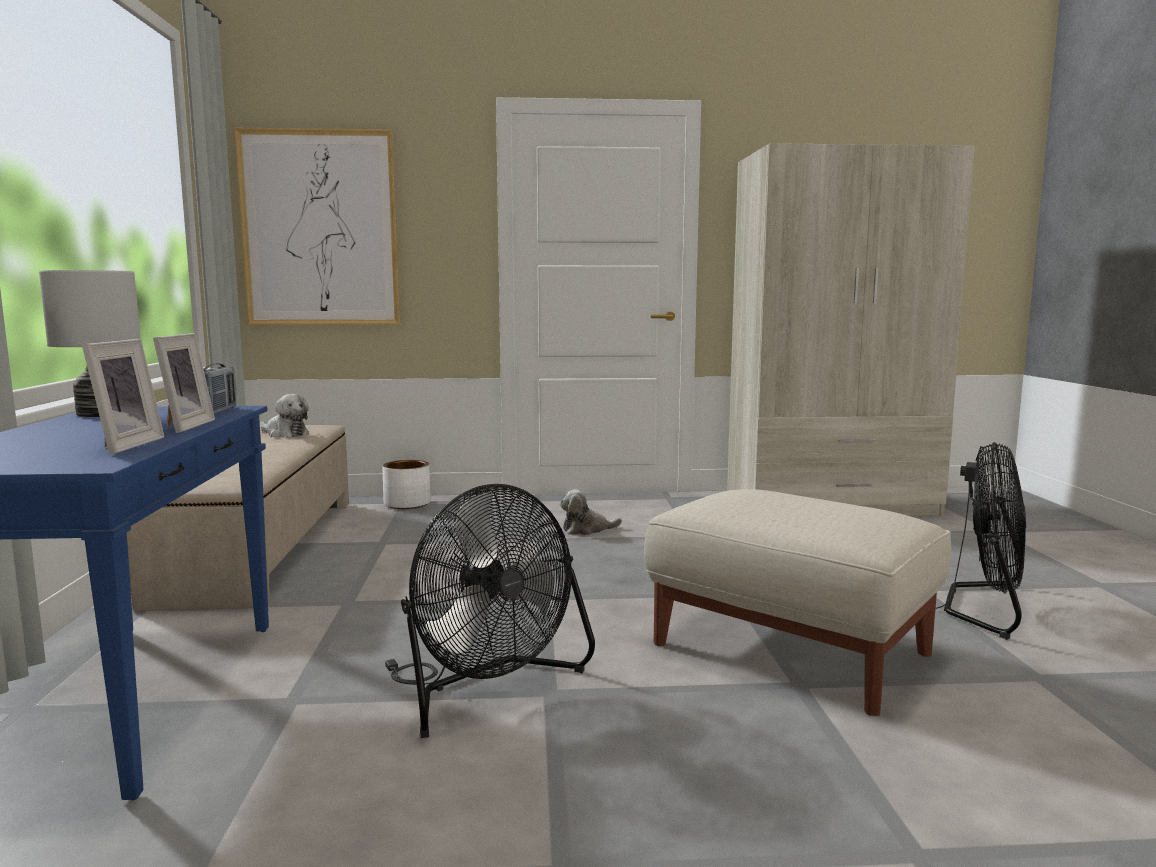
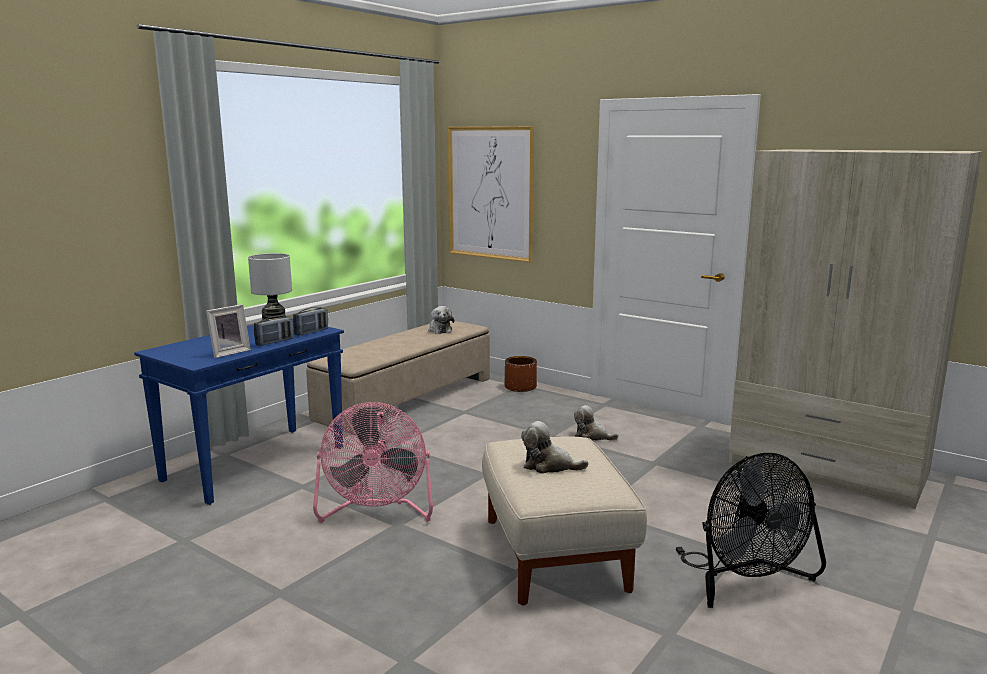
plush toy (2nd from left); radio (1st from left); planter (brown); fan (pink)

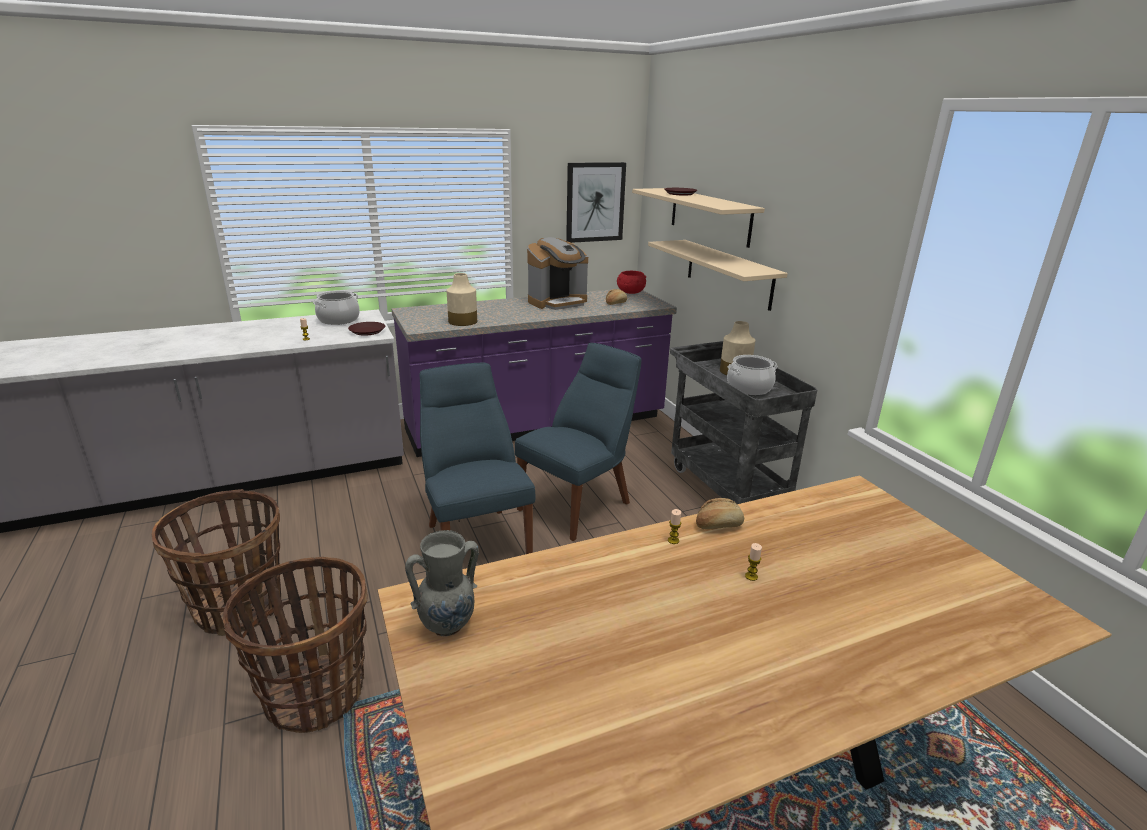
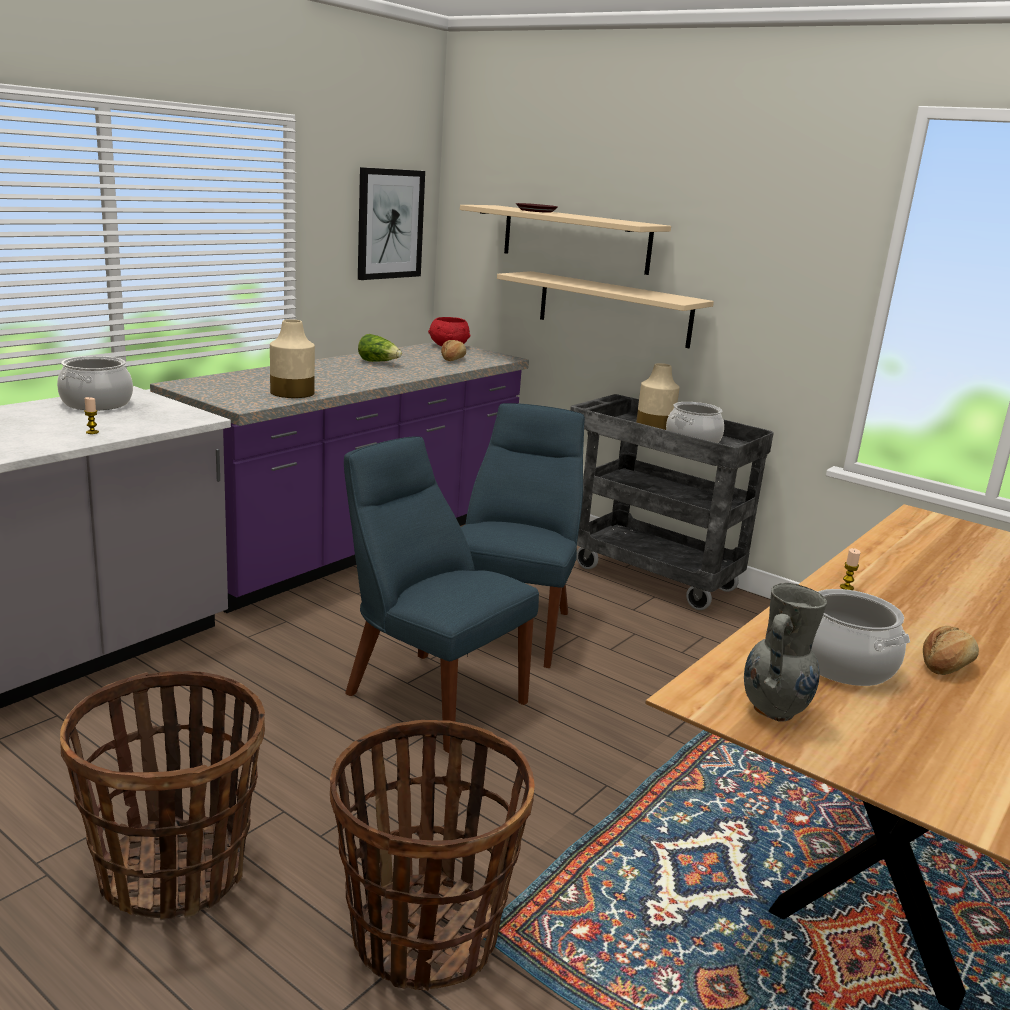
plate (brown) (1st from left in the first image); candle (3rd from left in the first image); cooking pot (3rd from left); bread (2nd from left); lettuce

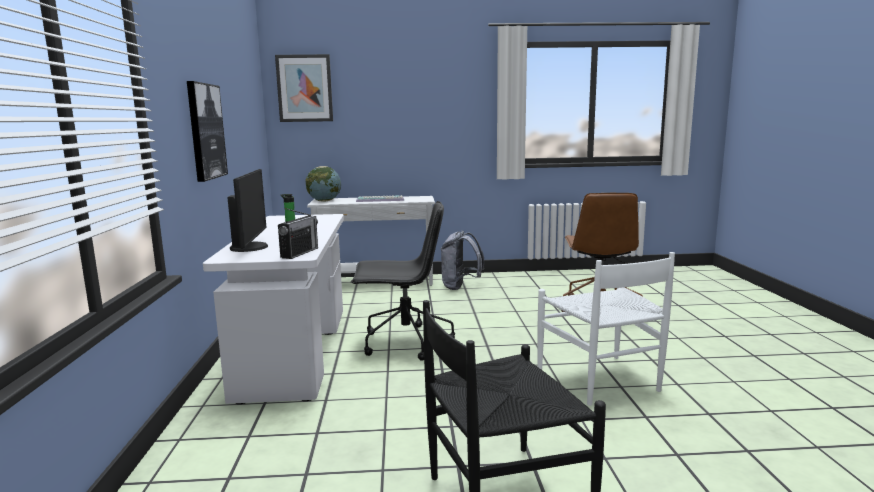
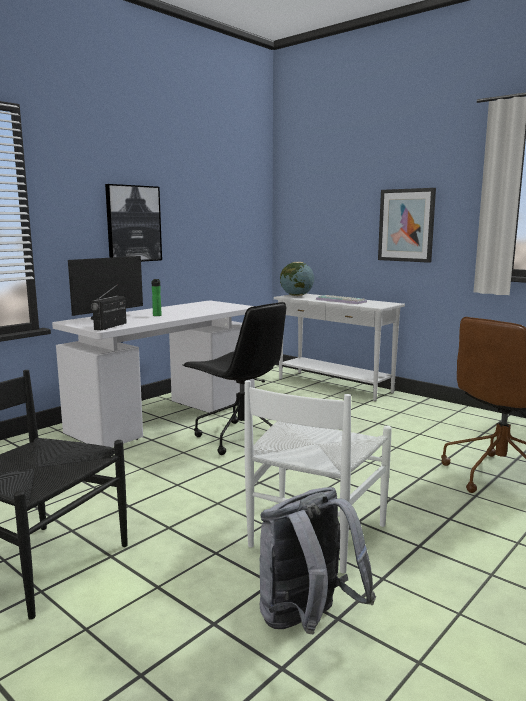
picture (2nd from left); backpack (grey); radio

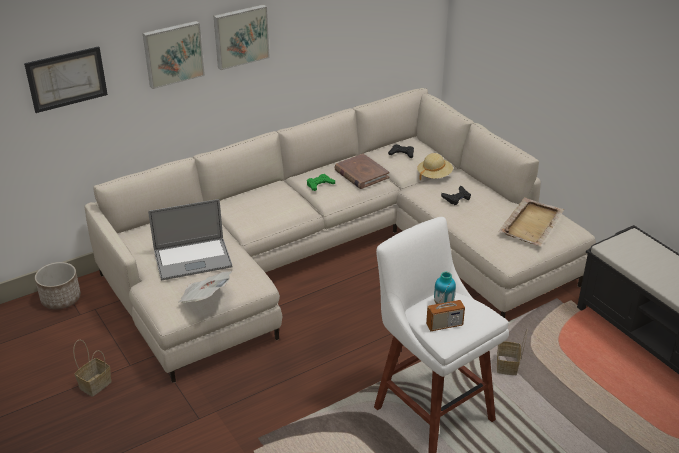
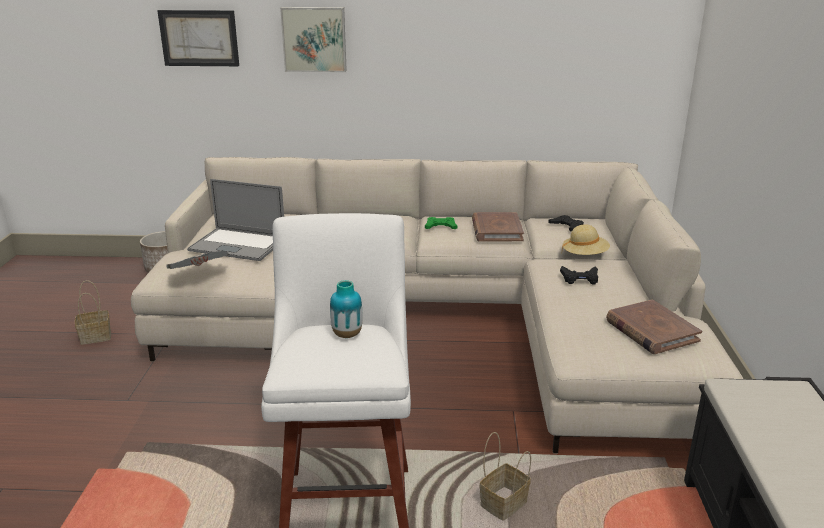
picture (3rd from left in the first image); radio; book (brown) (2nd from left)

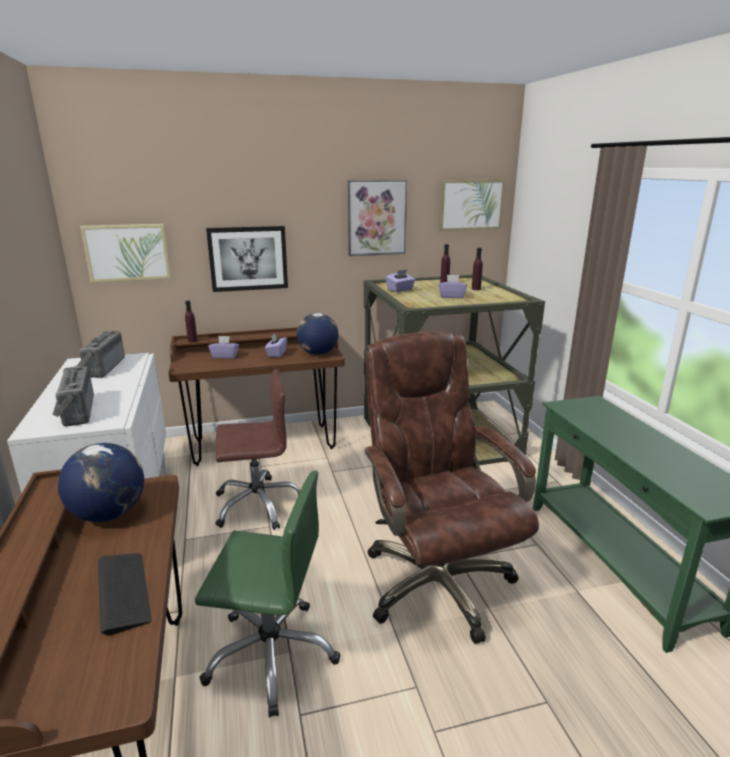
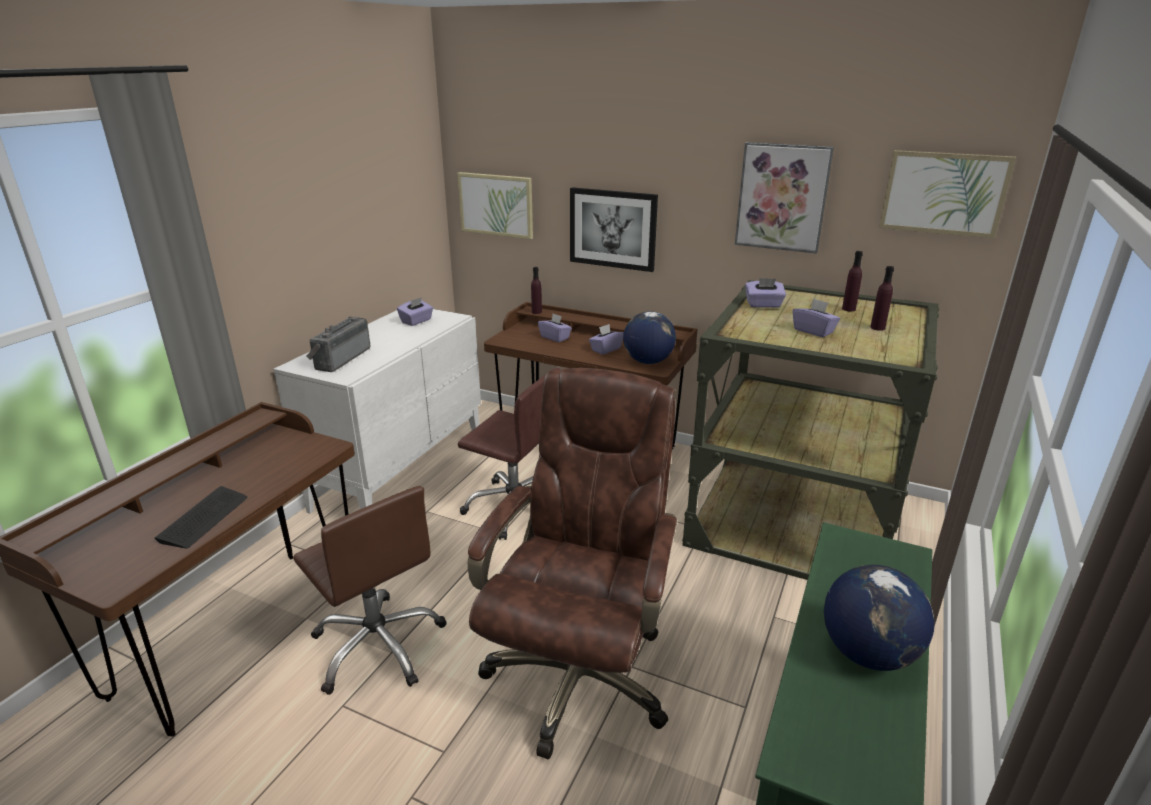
globe (2nd from left); tissue box (purple) (1st from left); office chair (brown) (1st from left)

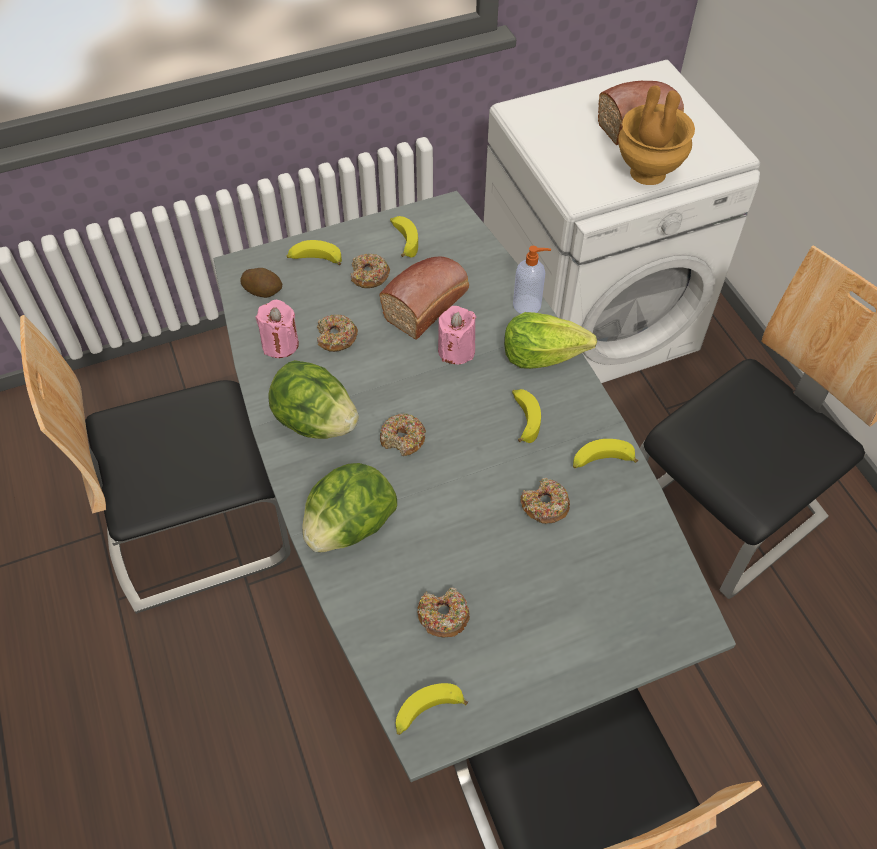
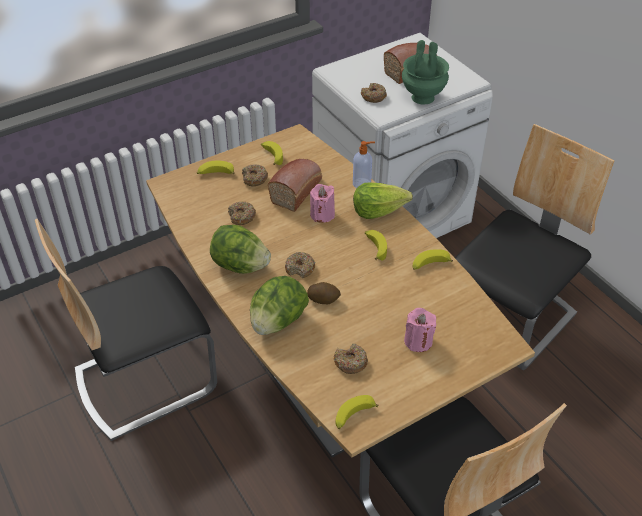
potato; candle (pink) (2nd from left); donut (5th from left); dining table (brown); vase (green)

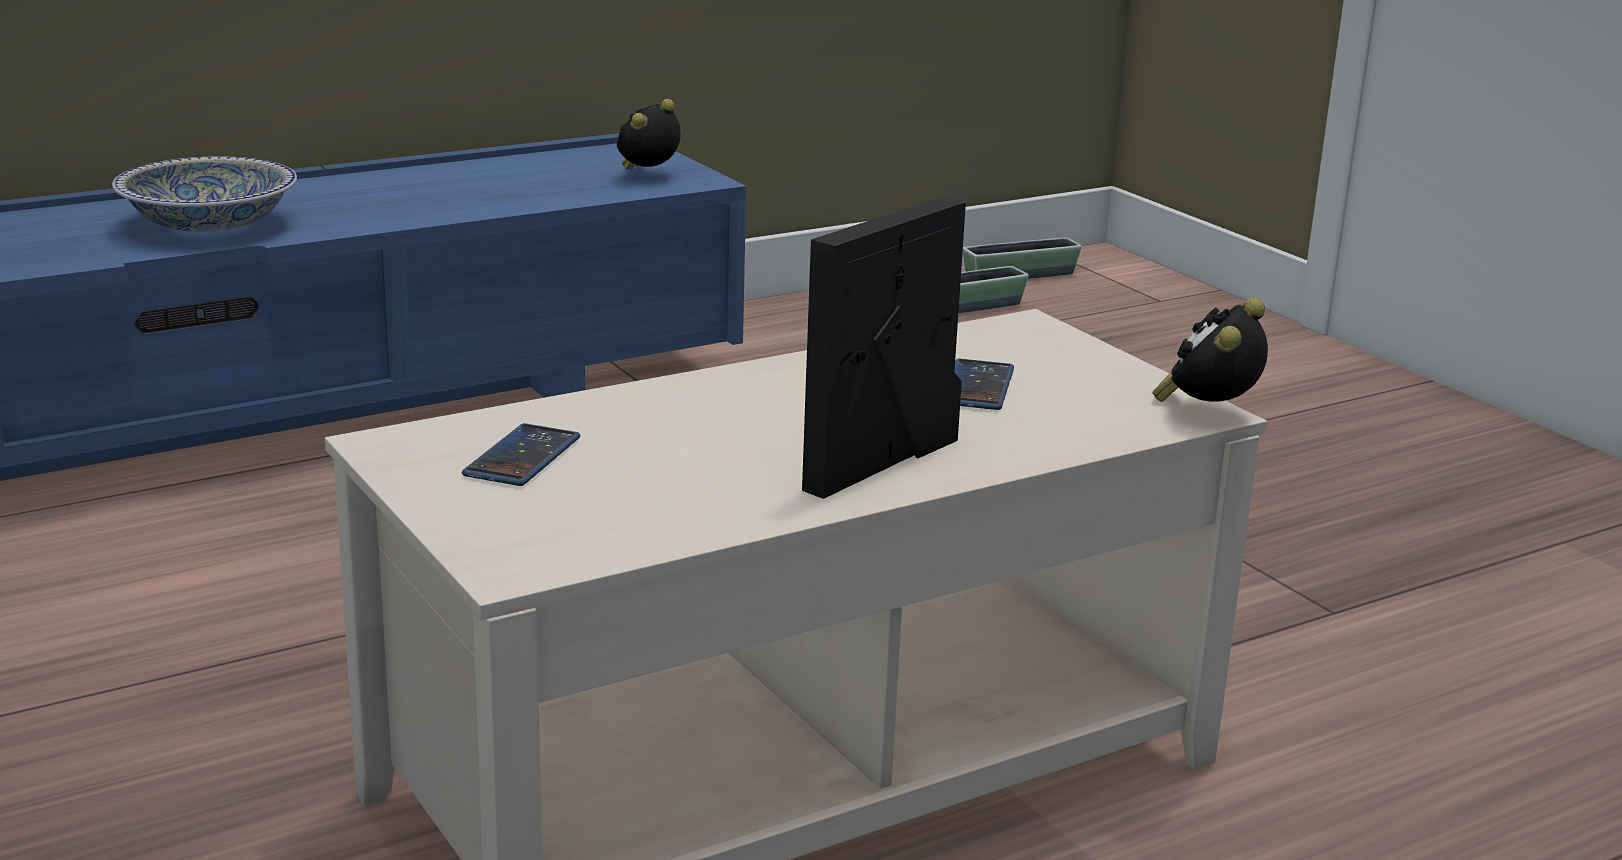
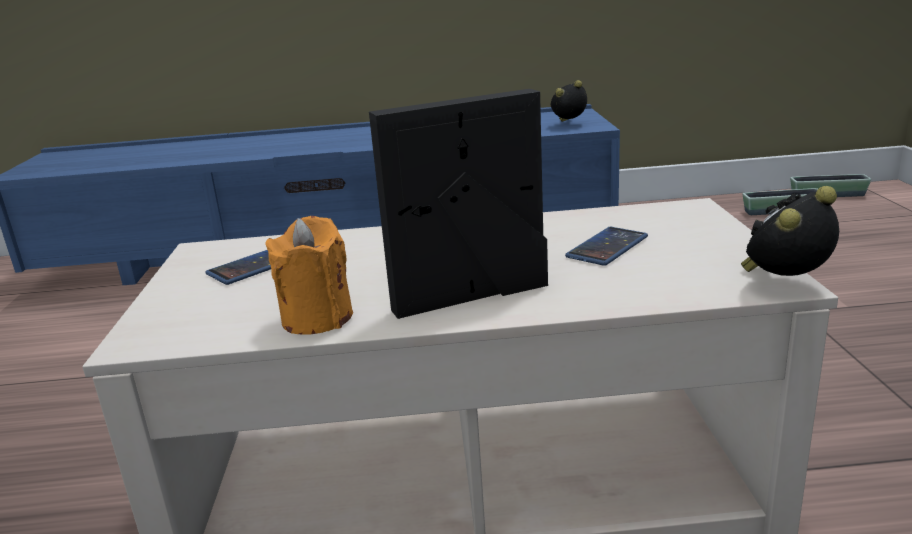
bowl; candle (orange)

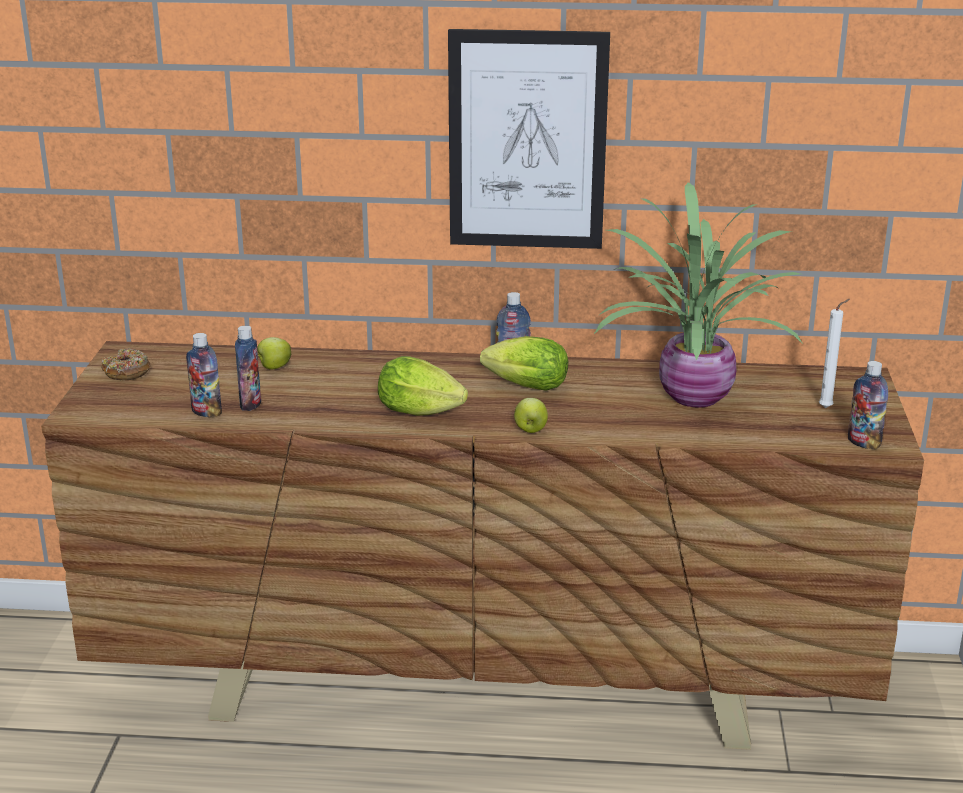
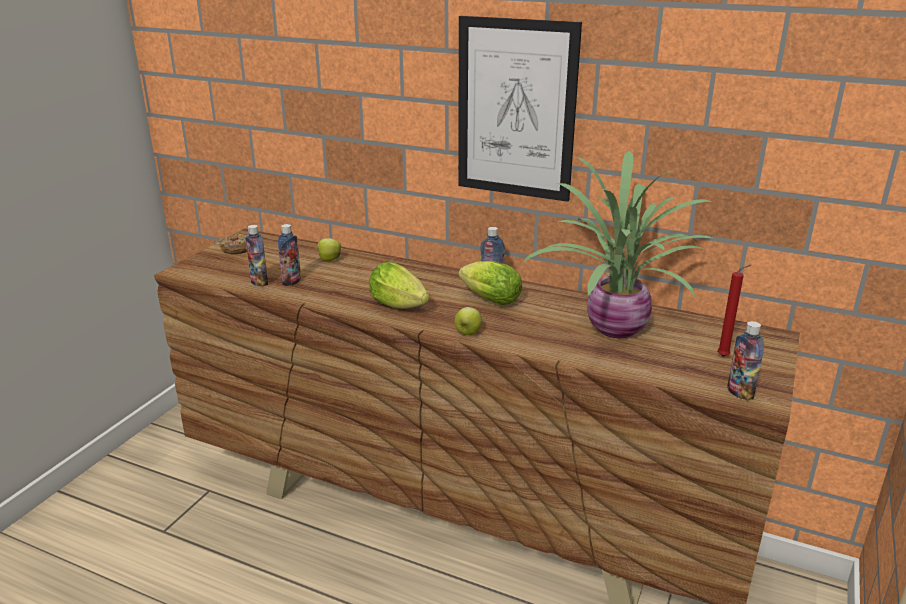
candle (red)

